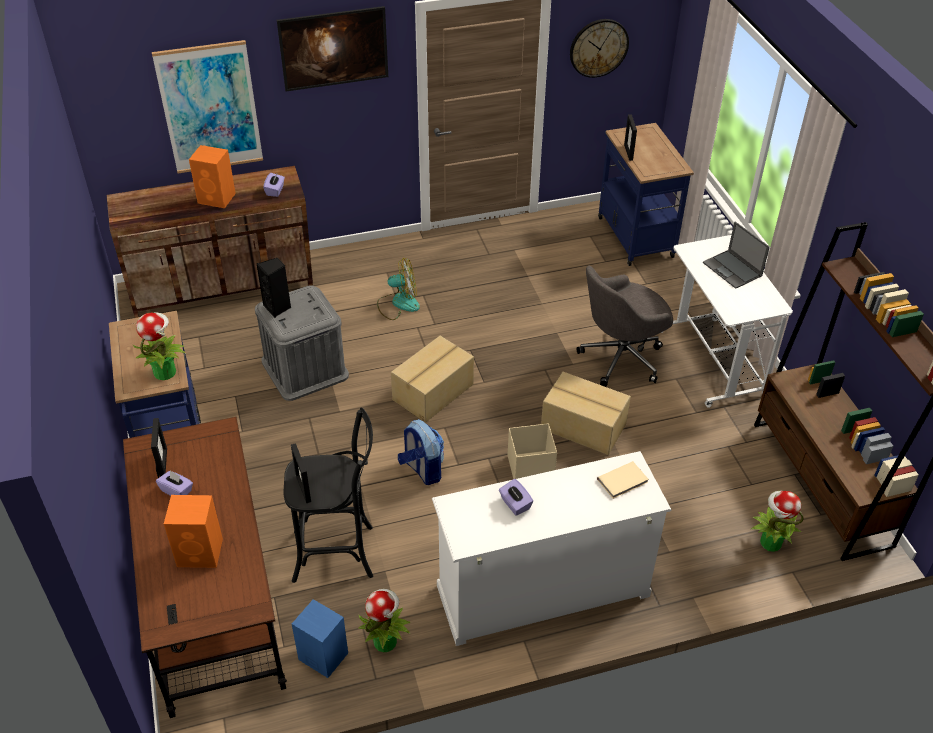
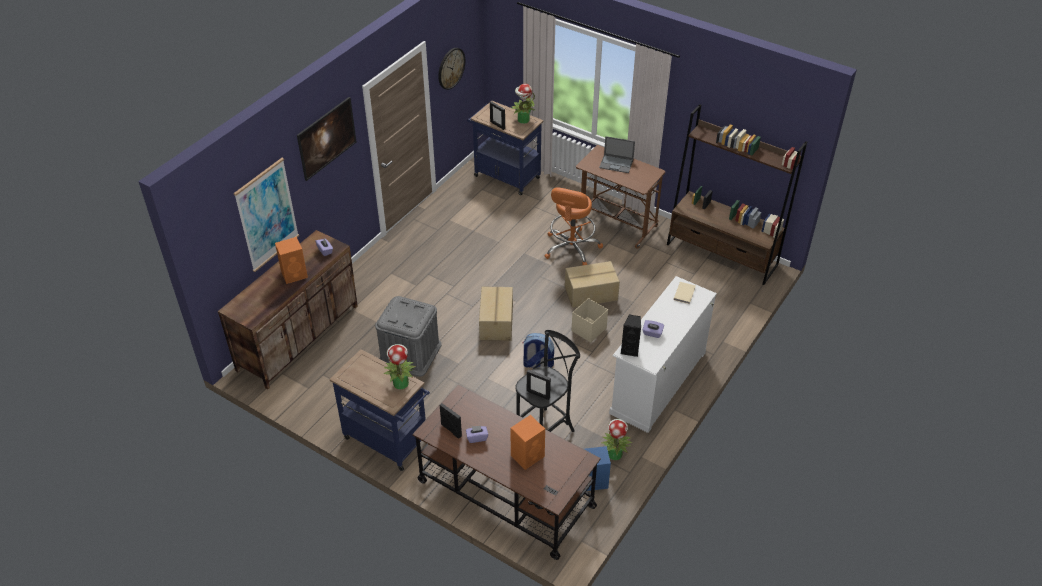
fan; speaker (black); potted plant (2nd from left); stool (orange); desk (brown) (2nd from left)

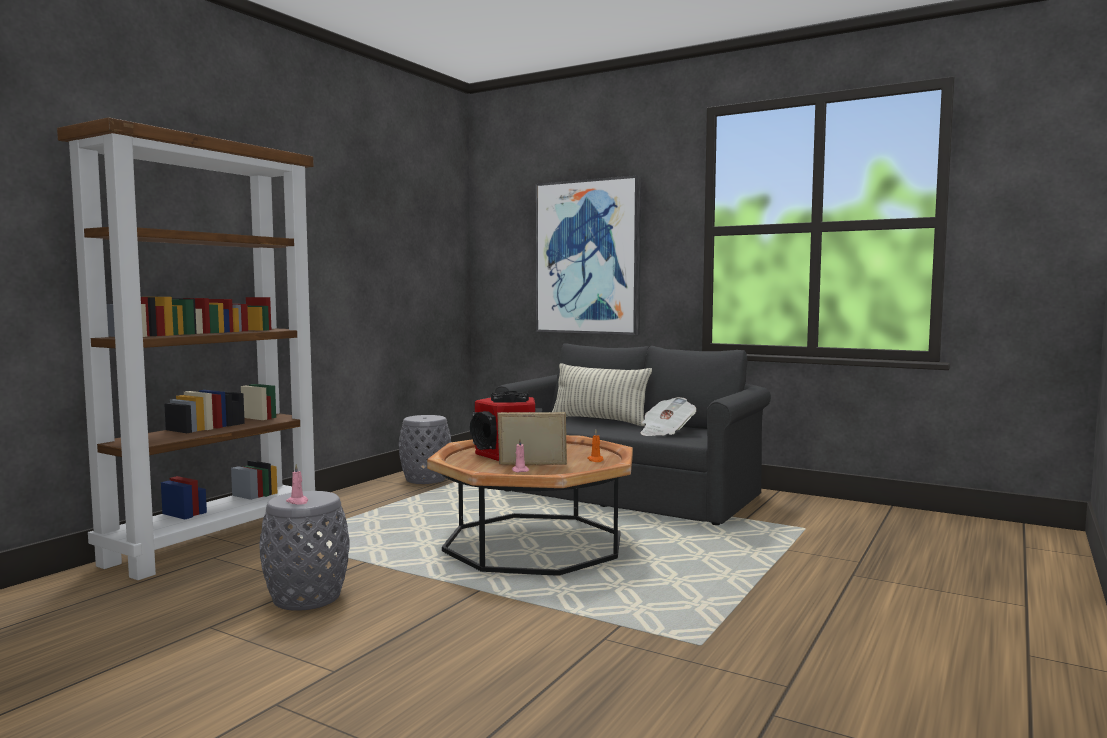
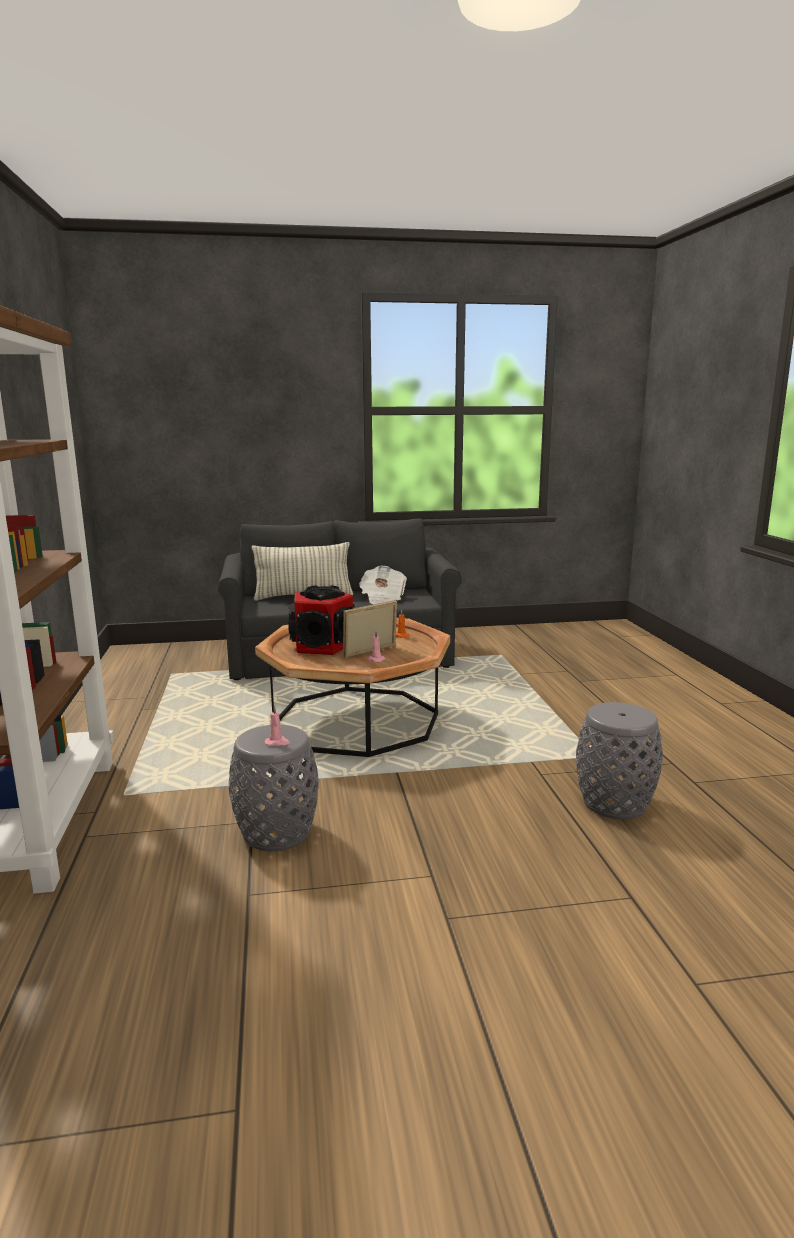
picture; stool (grey) (2nd from left)

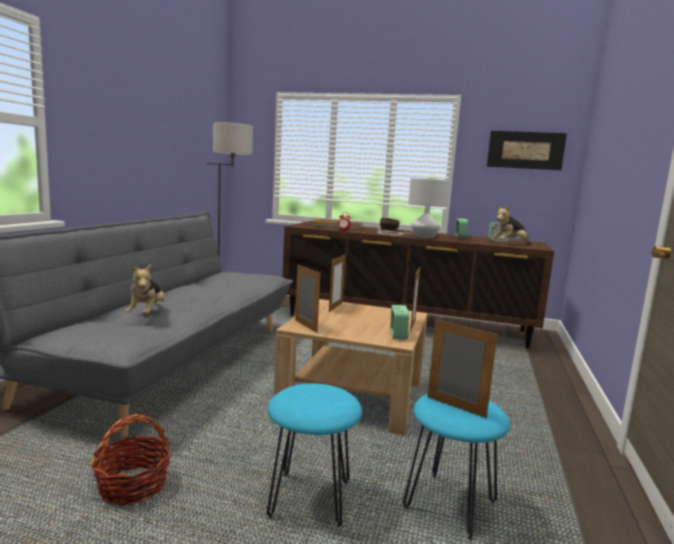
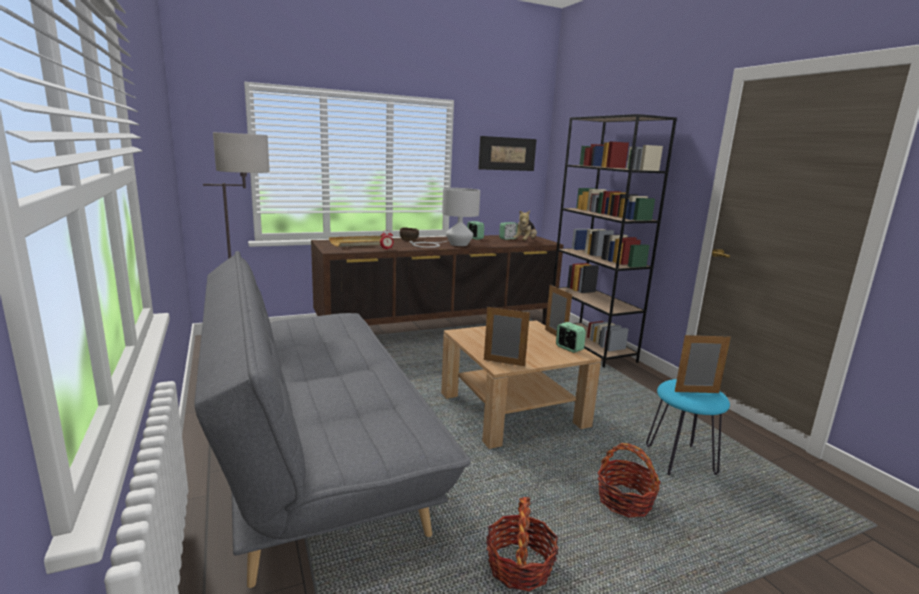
plush toy (1st from left in the first image); picture frame (2nd from left in the first image); bookcase (beige); basket (2nd from left)

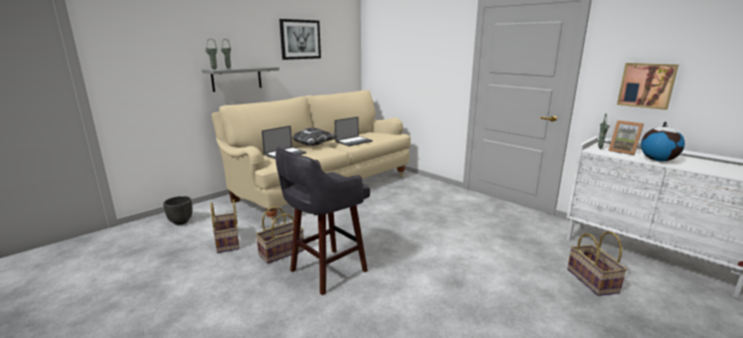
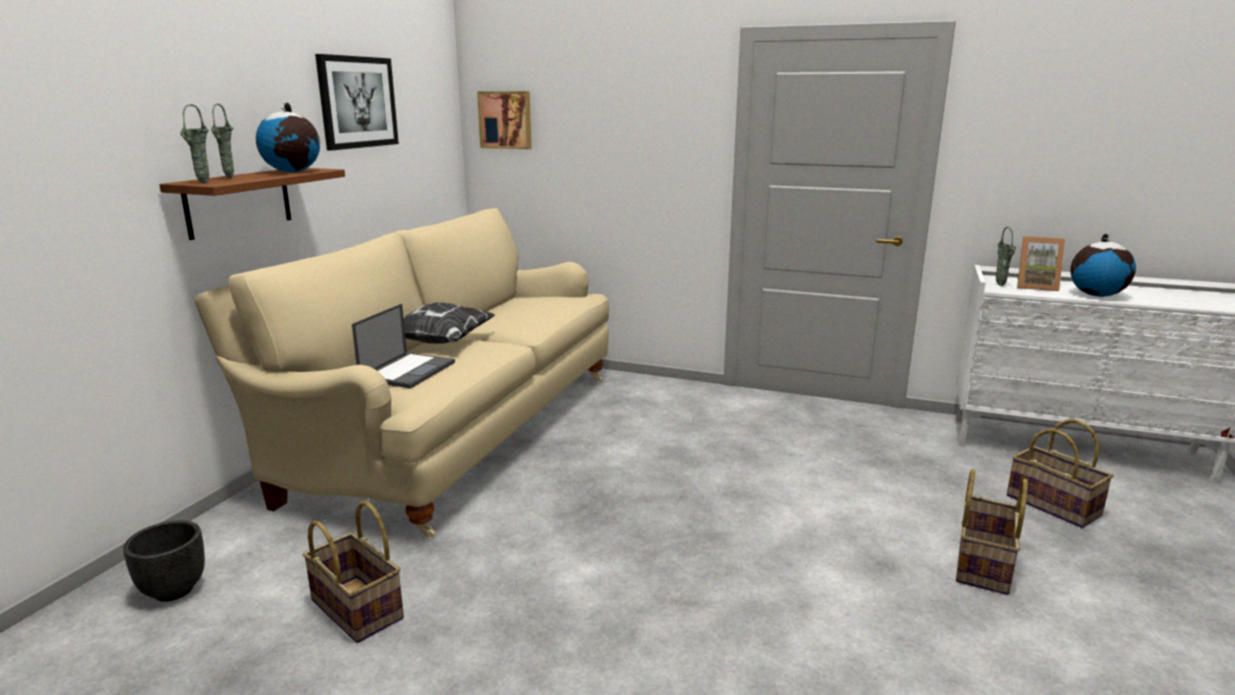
stool (grey); laptop (2nd from left in the first image); globe (1st from left); basket (2nd from left); picture (2nd from left); shelf (brown)

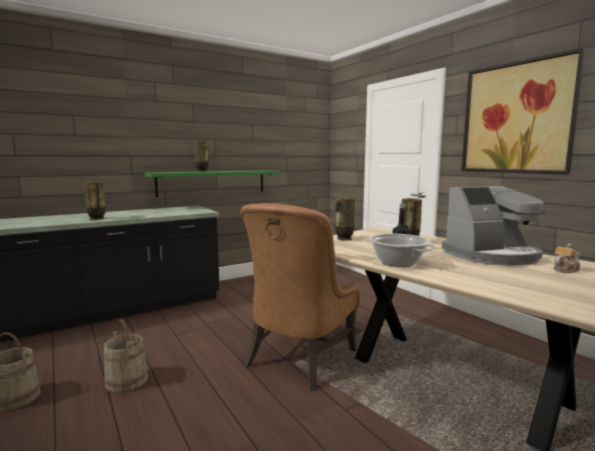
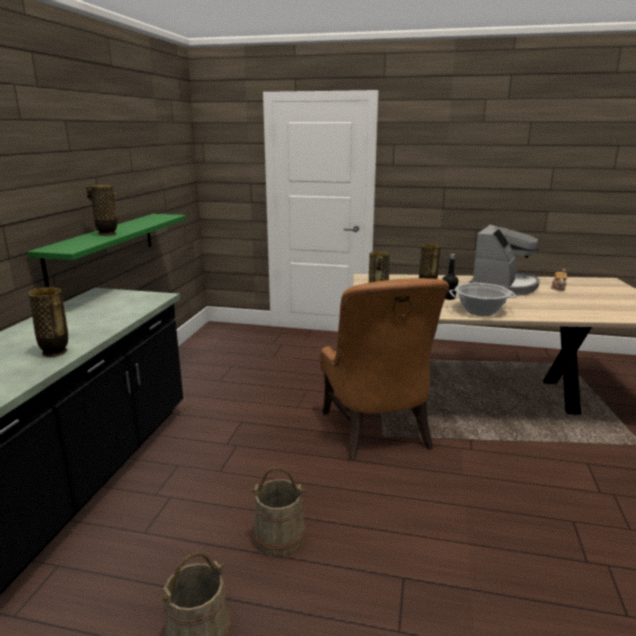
picture

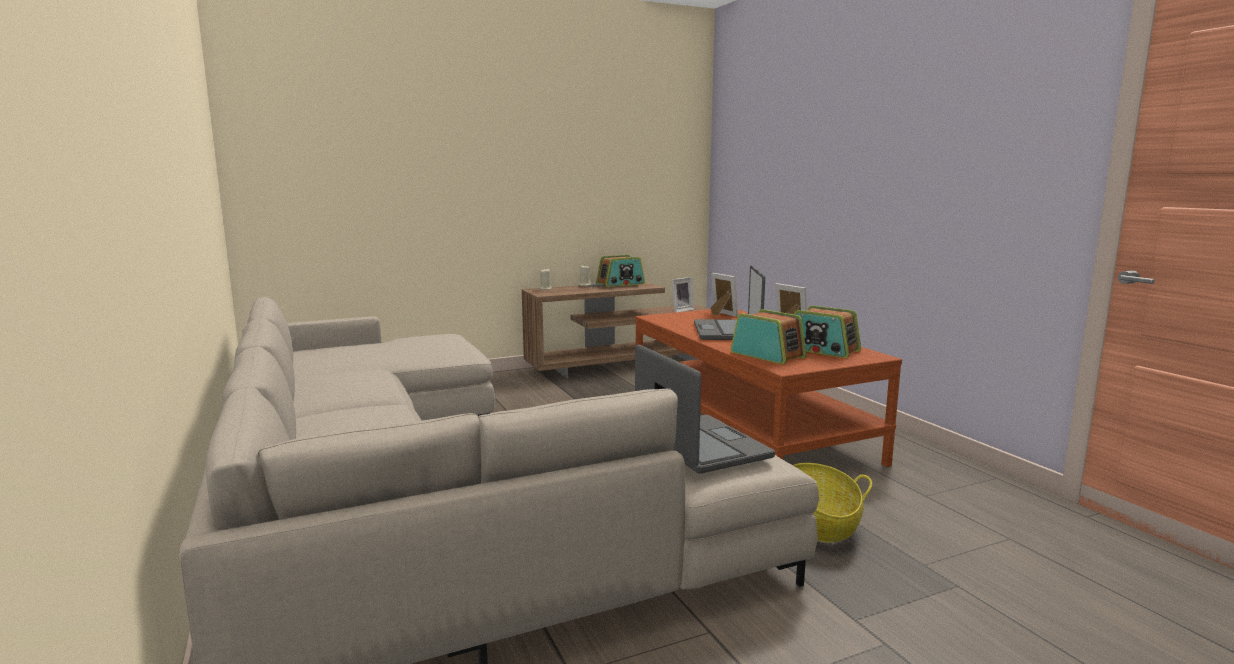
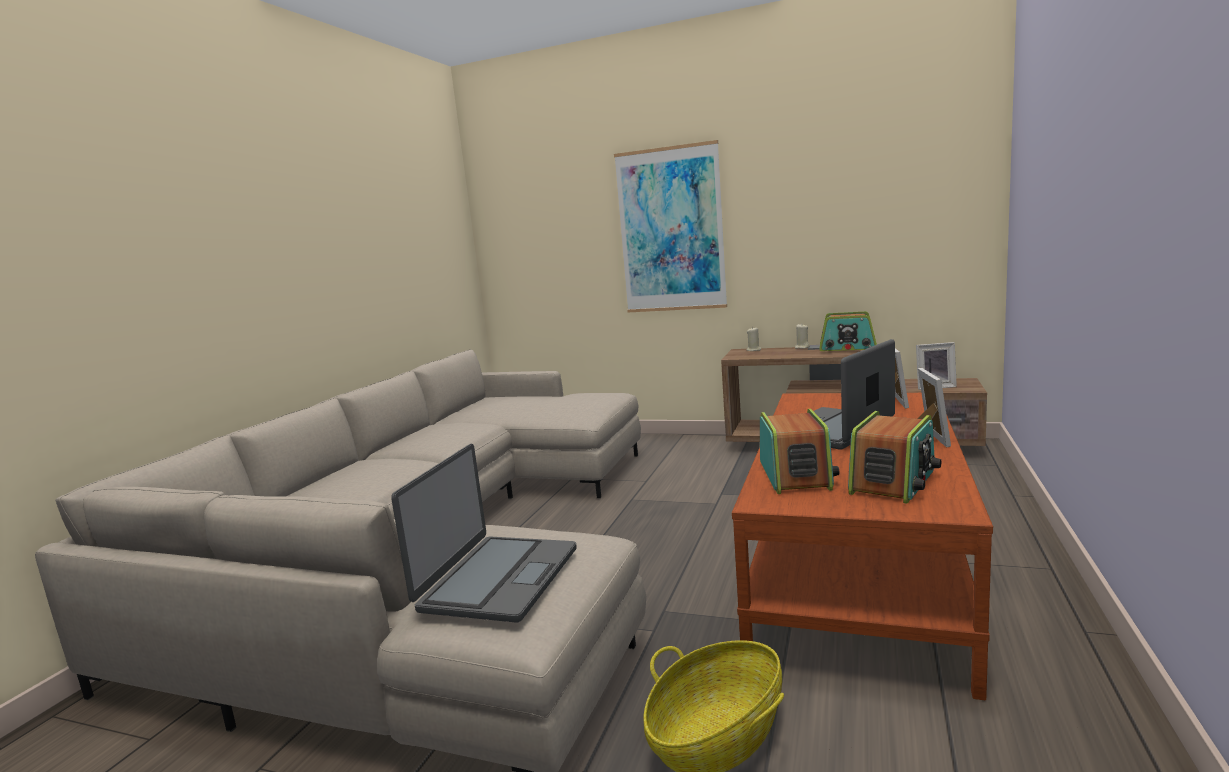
picture; radio (3rd from left)

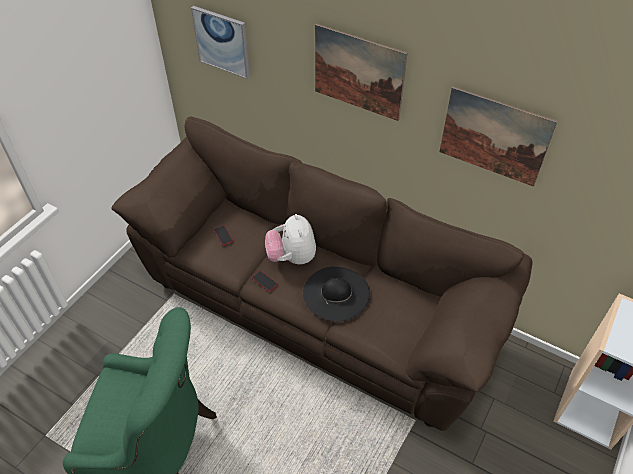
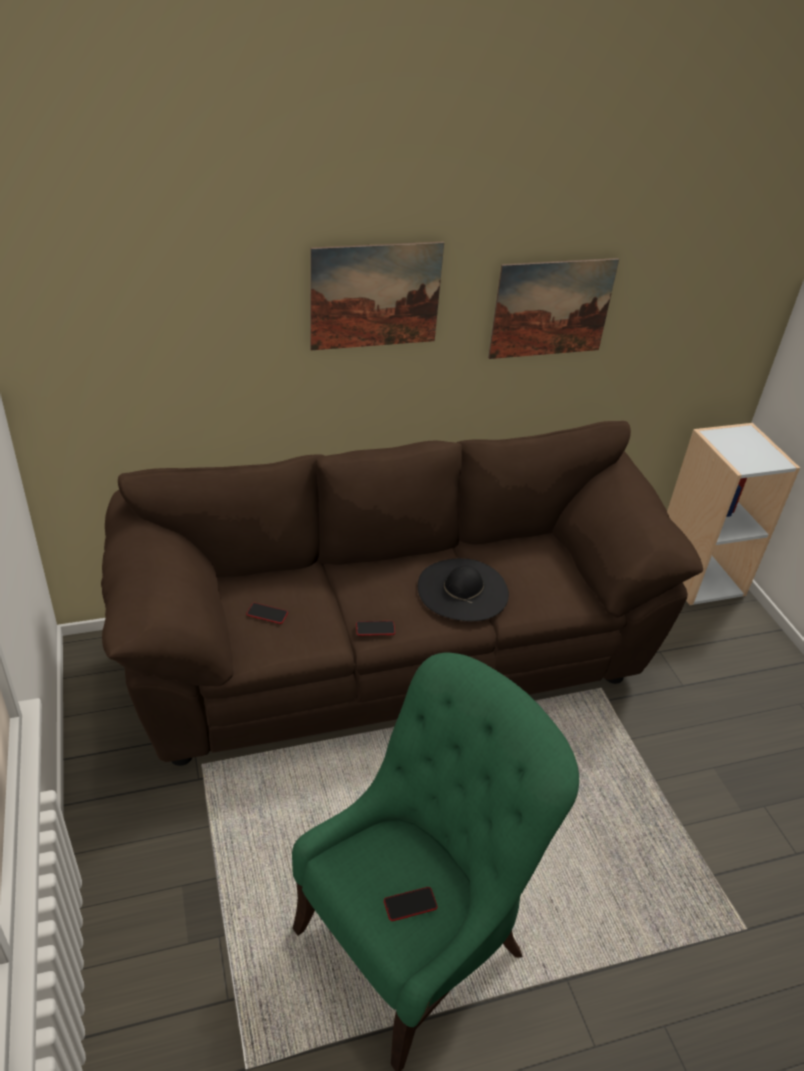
picture (1st from left in the first image); plush toy; phone (3rd from left)

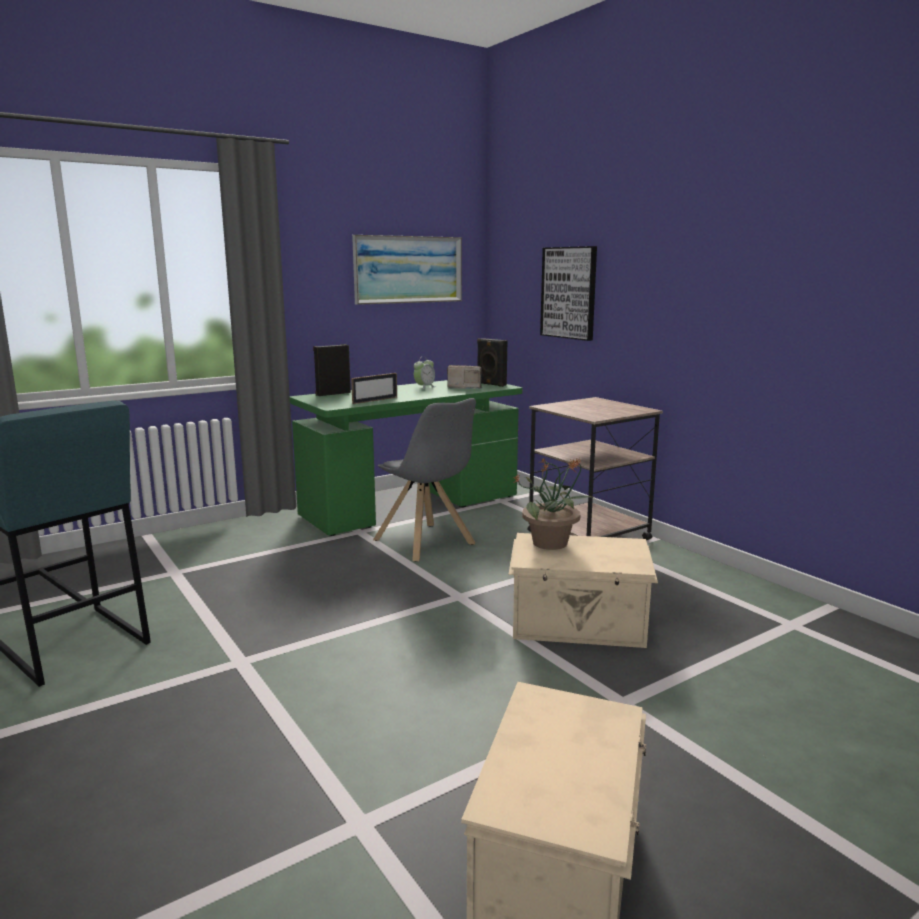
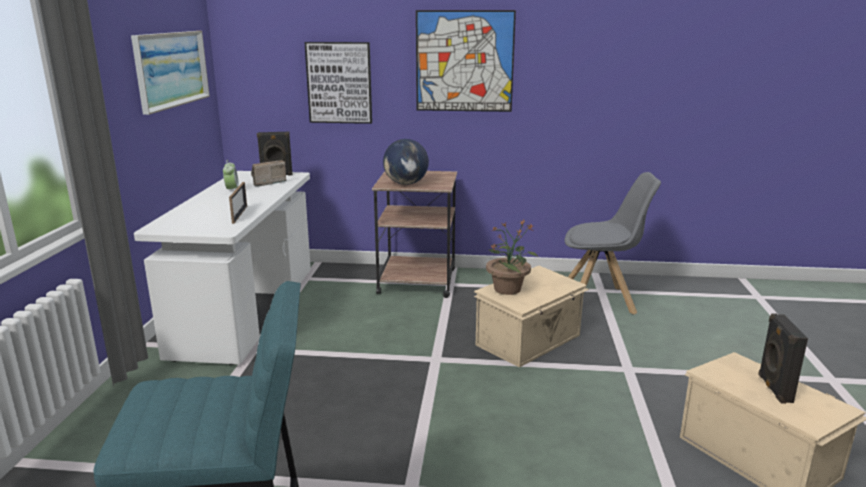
globe; picture (3rd from left); speaker (black) (2nd from left); chair (grey); desk (white)

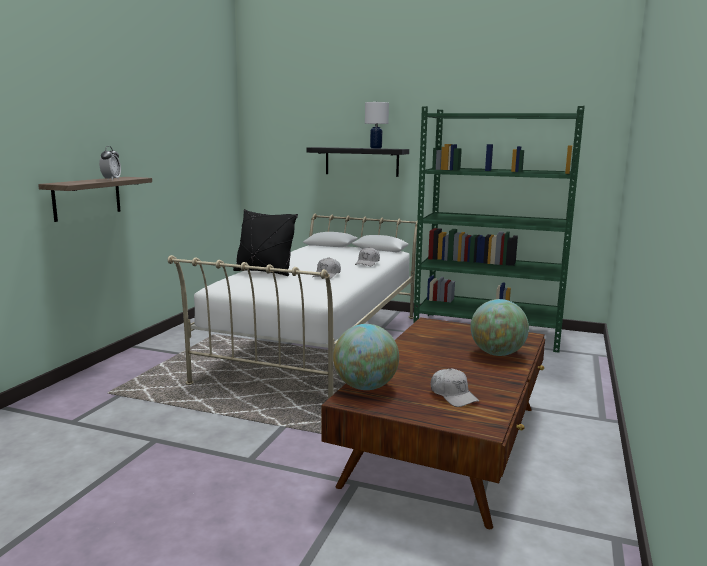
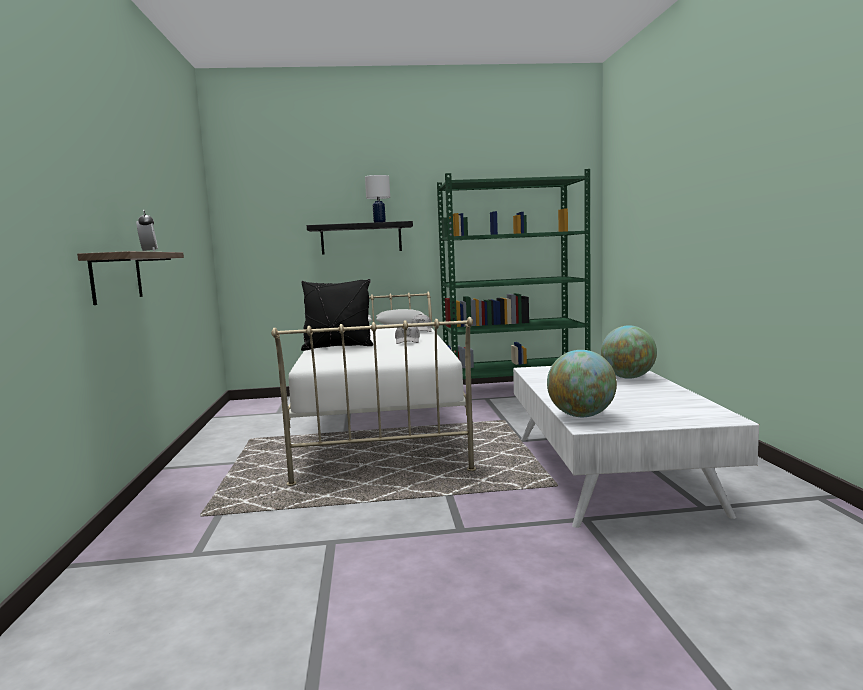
cap (white) (3rd from left in the first image); coffee table (white)

